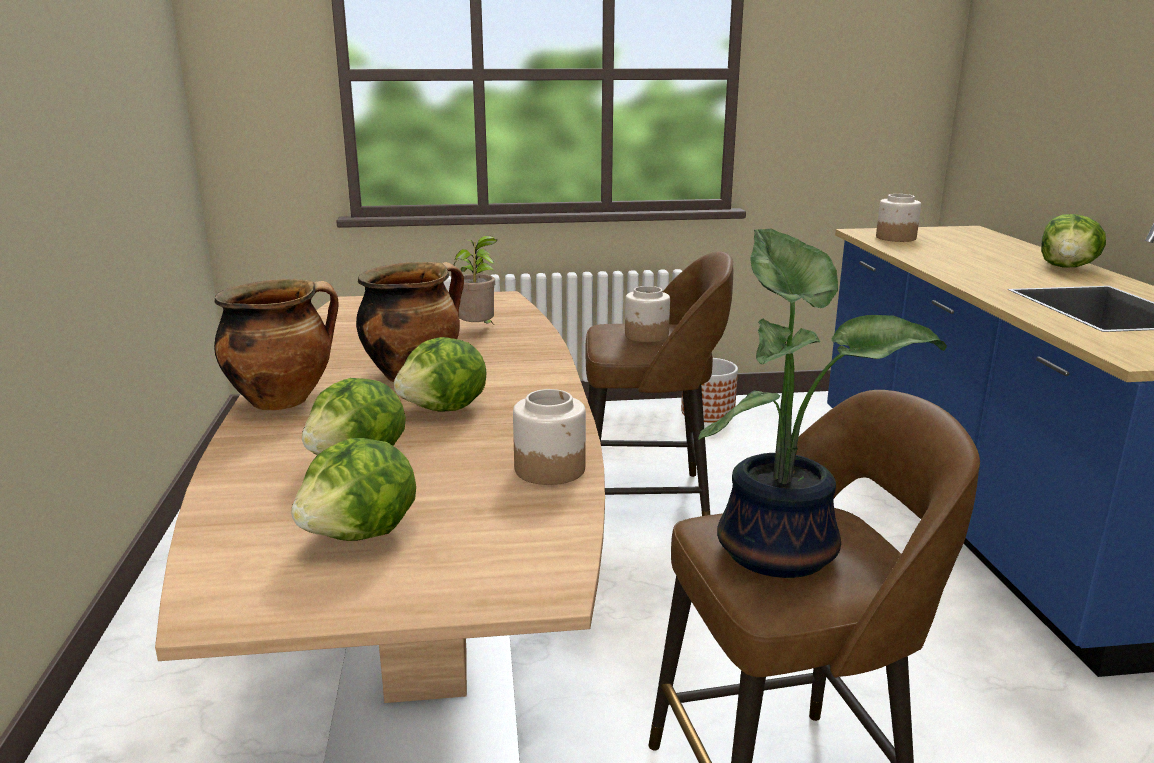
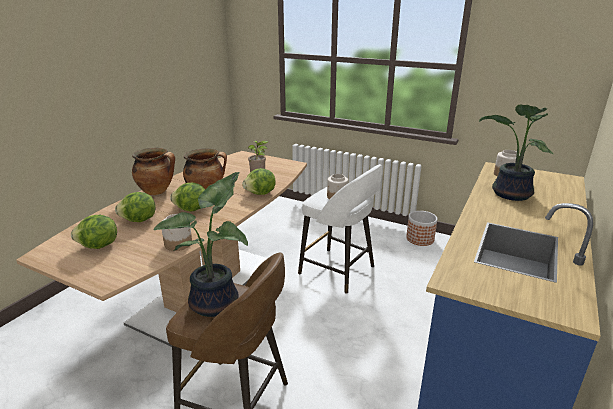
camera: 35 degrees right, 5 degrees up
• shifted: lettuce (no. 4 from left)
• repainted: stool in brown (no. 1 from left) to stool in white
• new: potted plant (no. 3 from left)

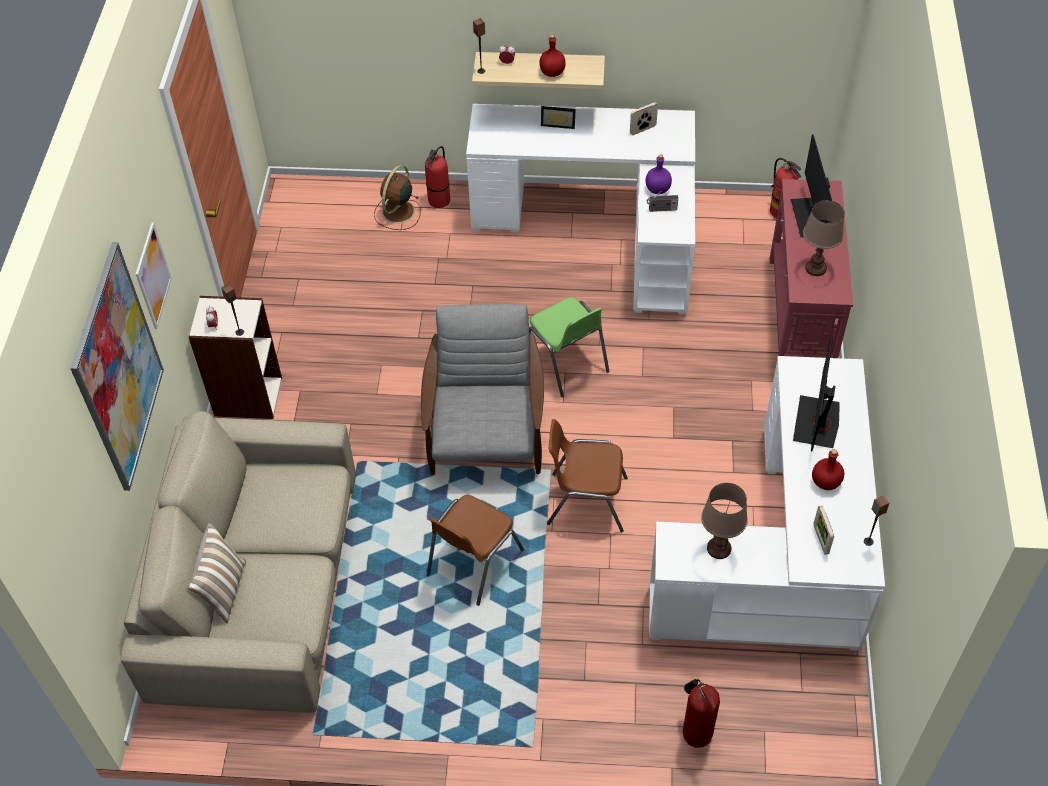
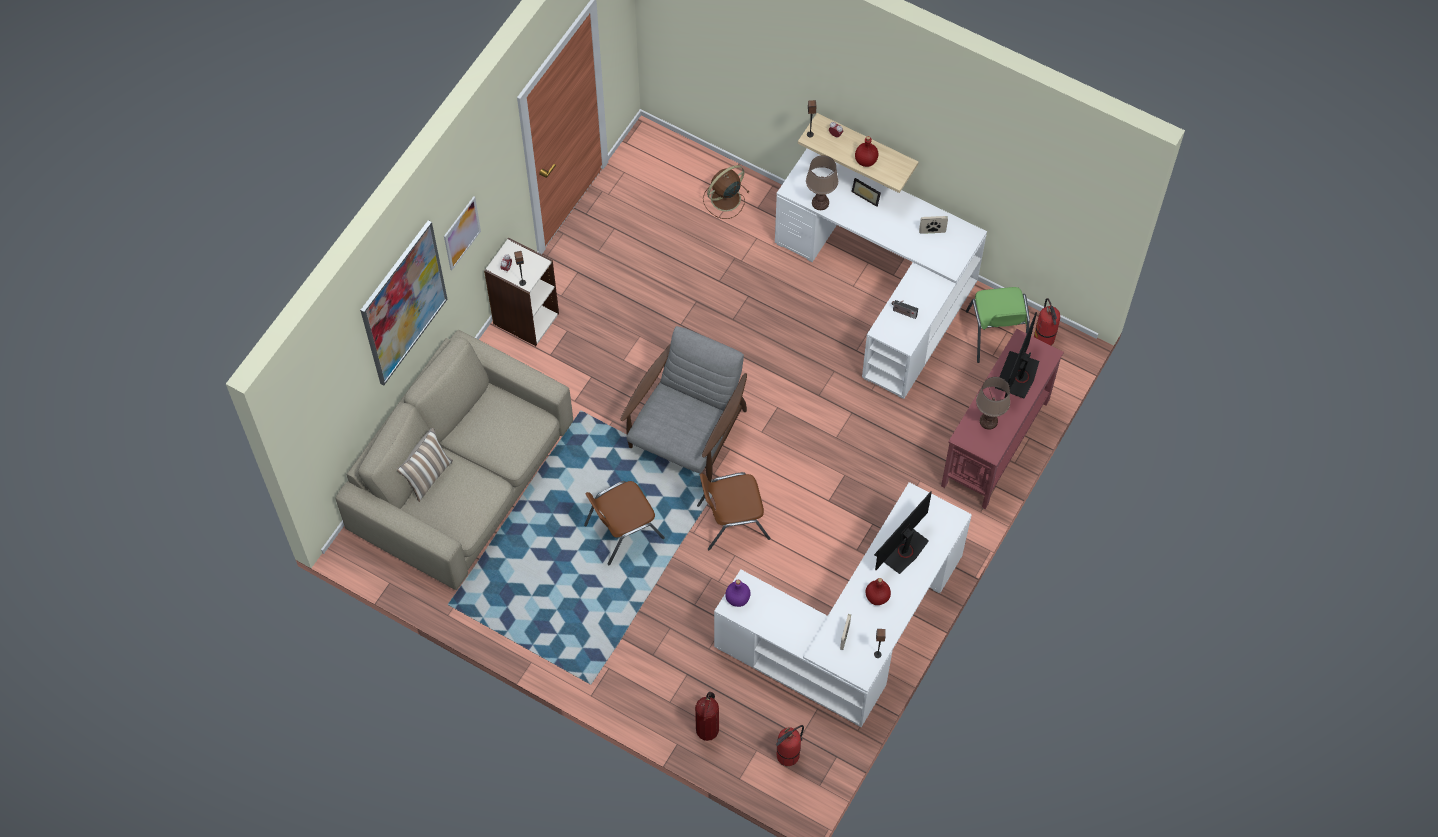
camera: 25 degrees right, 10 degrees up
• shifted: fire extinguisher (no. 1 from left in the first image) to fire extinguisher (no. 2 from left)
• shifted: bottle in purple
• shifted: chair in green
• rotated: chair in brown (no. 2 from left) 45 degrees counterclockwise
• shifted: table lamp in brown (no. 1 from left)

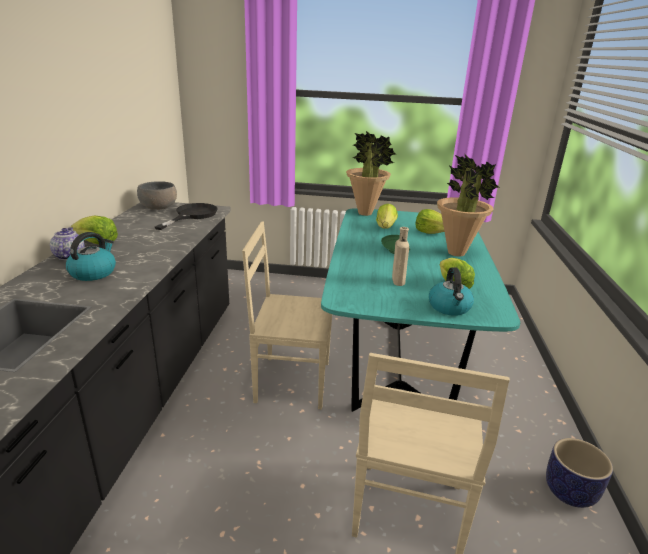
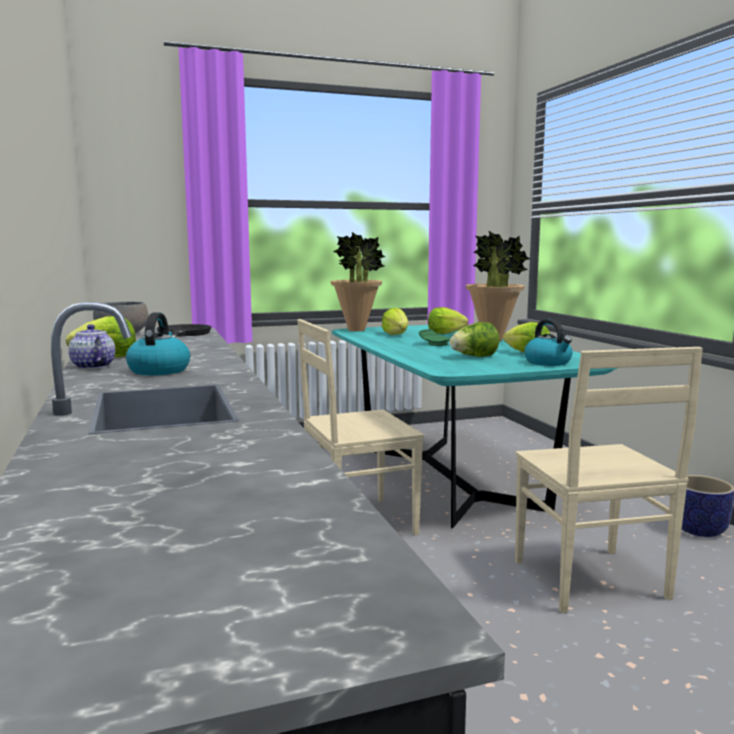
camera: 25 degrees left, 15 degrees down
• swapped: bottle in beige to lettuce (no. 4 from left)

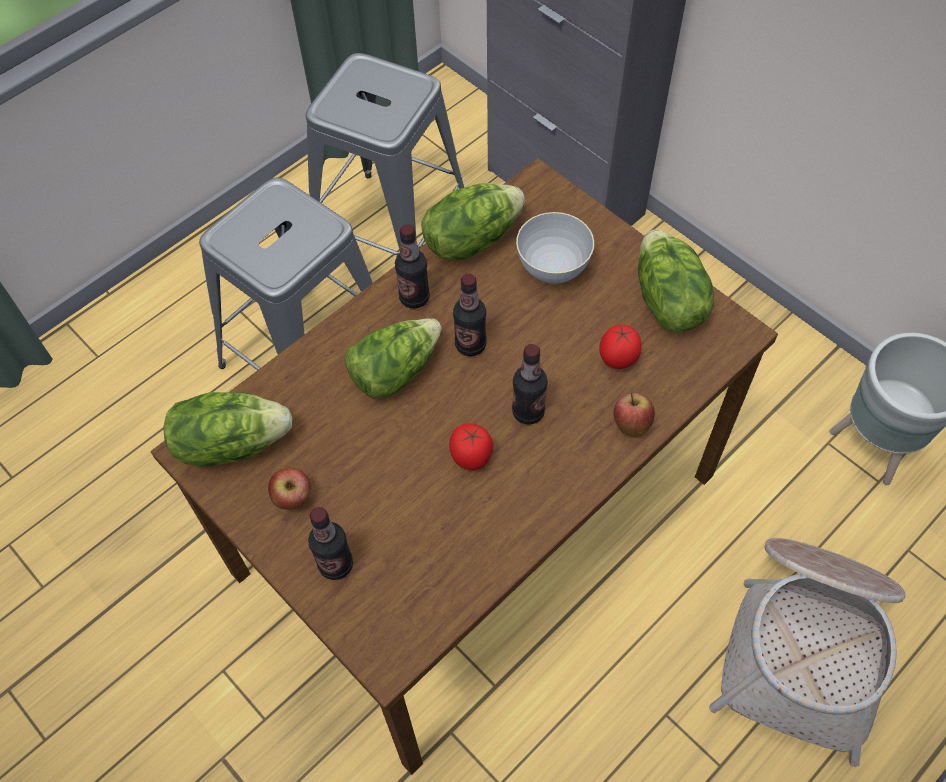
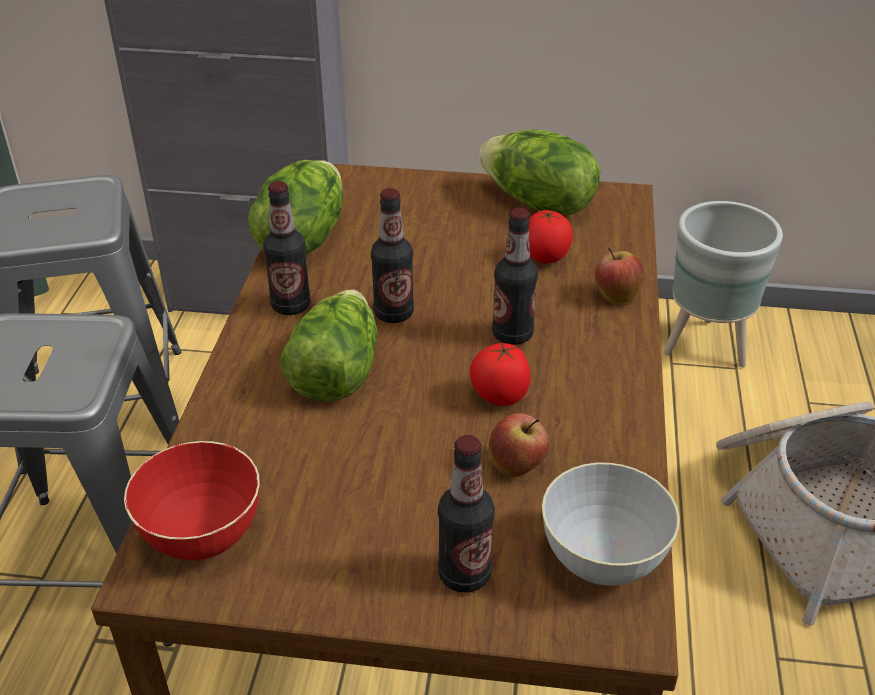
camera: 40 degrees left, 20 degrees down
• shifted: bowl in grey
• swapped: lettuce (no. 1 from left) to bowl in red
• shifted: apple (no. 1 from left)

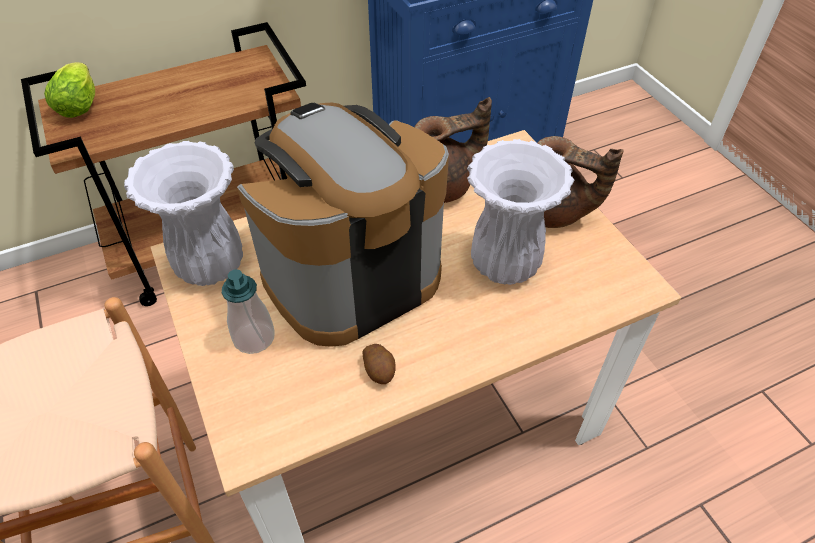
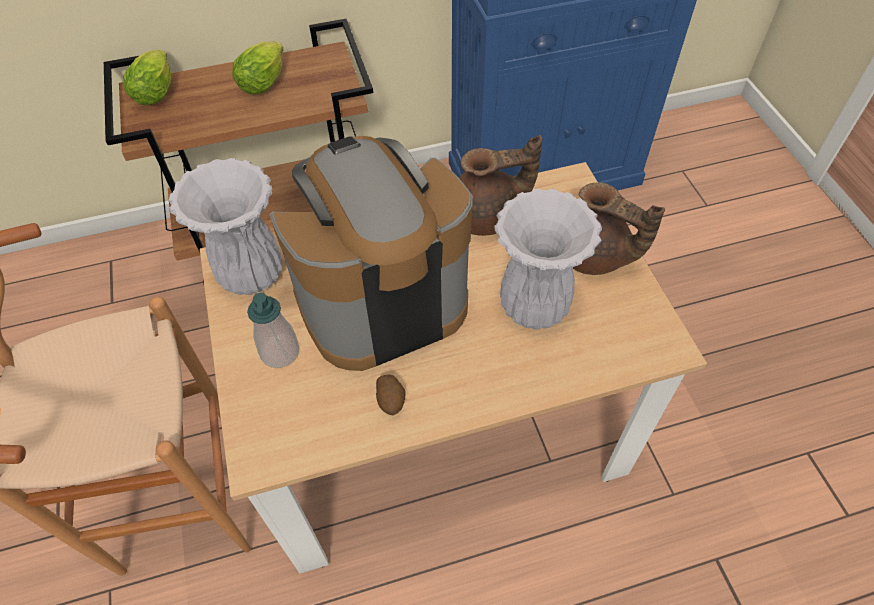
camera: 10 degrees right, 5 degrees up
• new: lettuce (no. 2 from left)

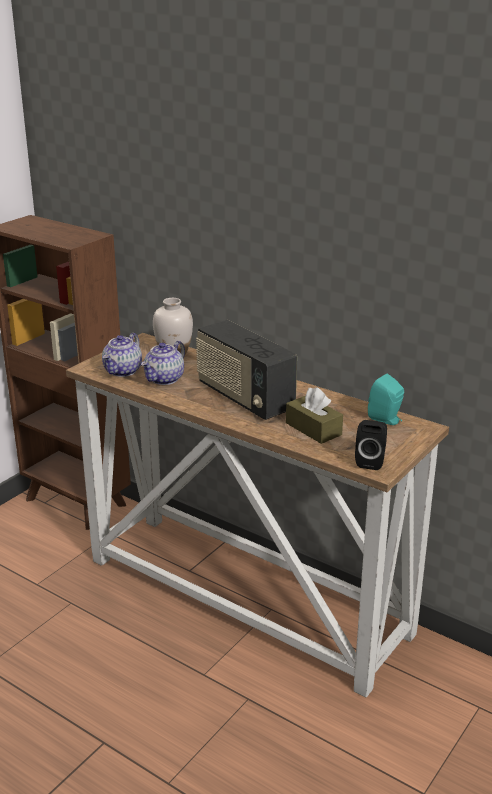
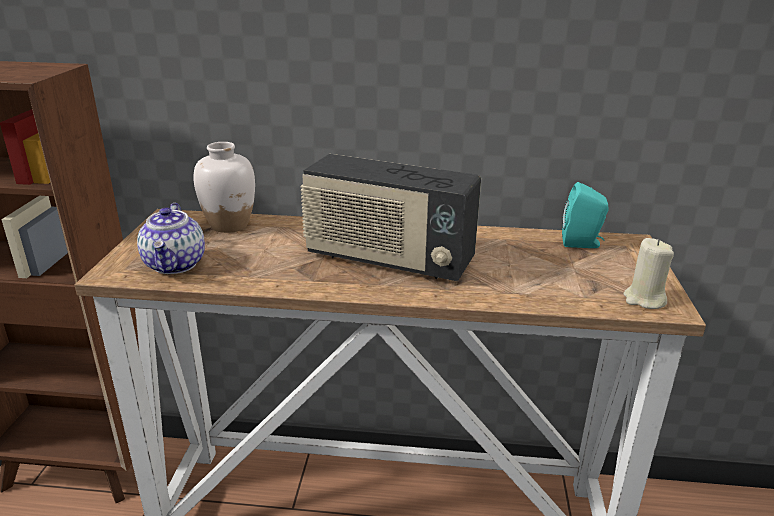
camera: 30 degrees left, 0 degrees up
• gone: teapot (no. 2 from left)
• gone: tissue box in brown
• swapped: speaker in black to candle in beige

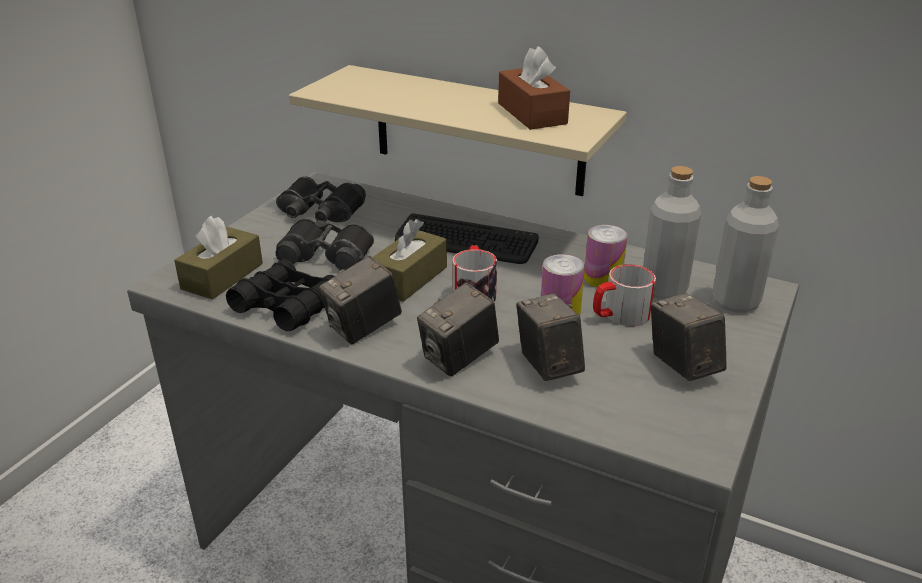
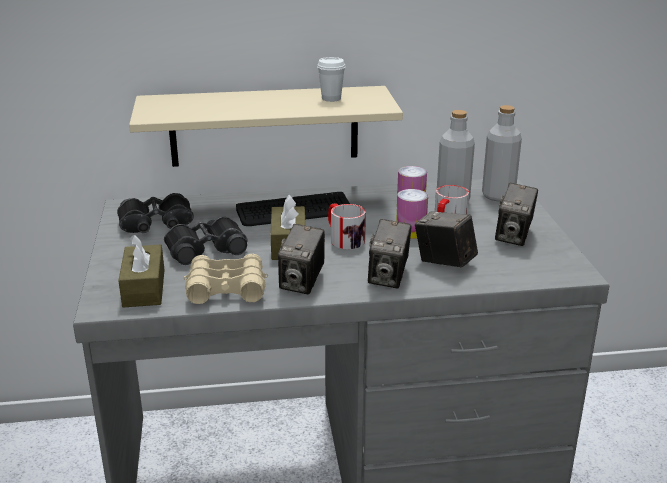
camera: 35 degrees left, 5 degrees down
• swapped: tissue box in brown (no. 3 from left) to cup in white
• repainted: binoculars in black (no. 1 from left) to binoculars in beige
• rotated: photo camera (no. 4 from left) 105 degrees counterclockwise

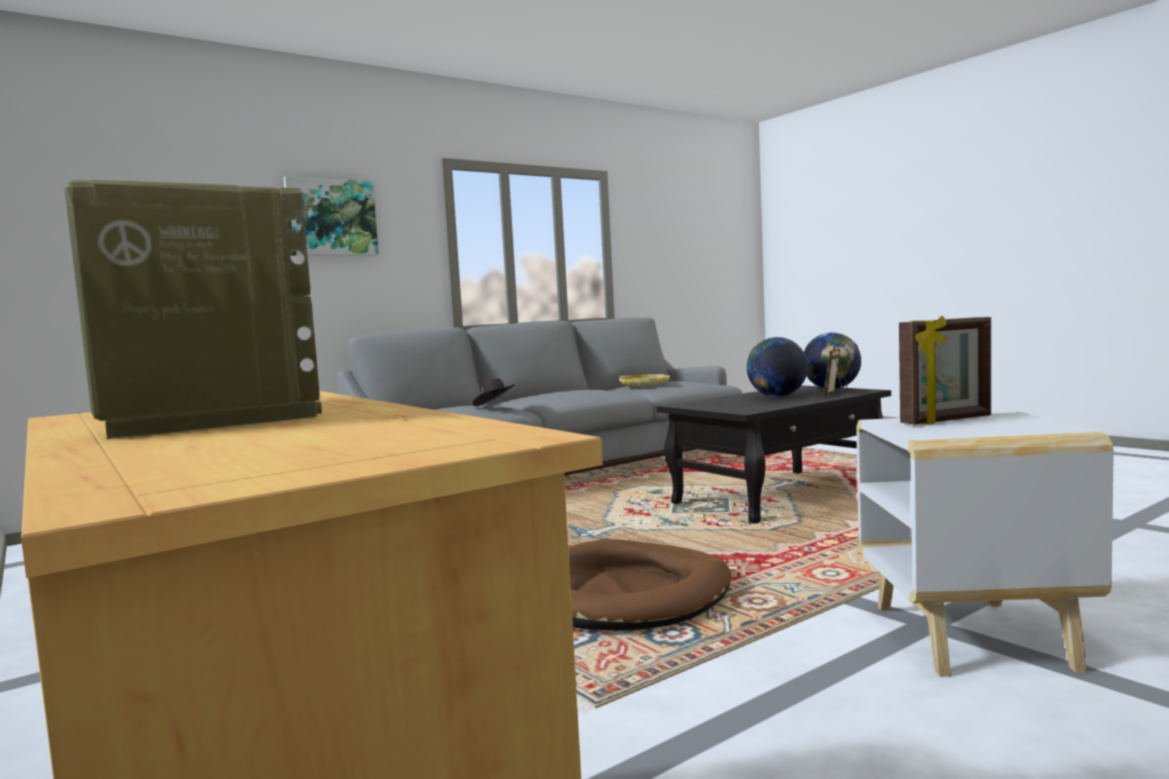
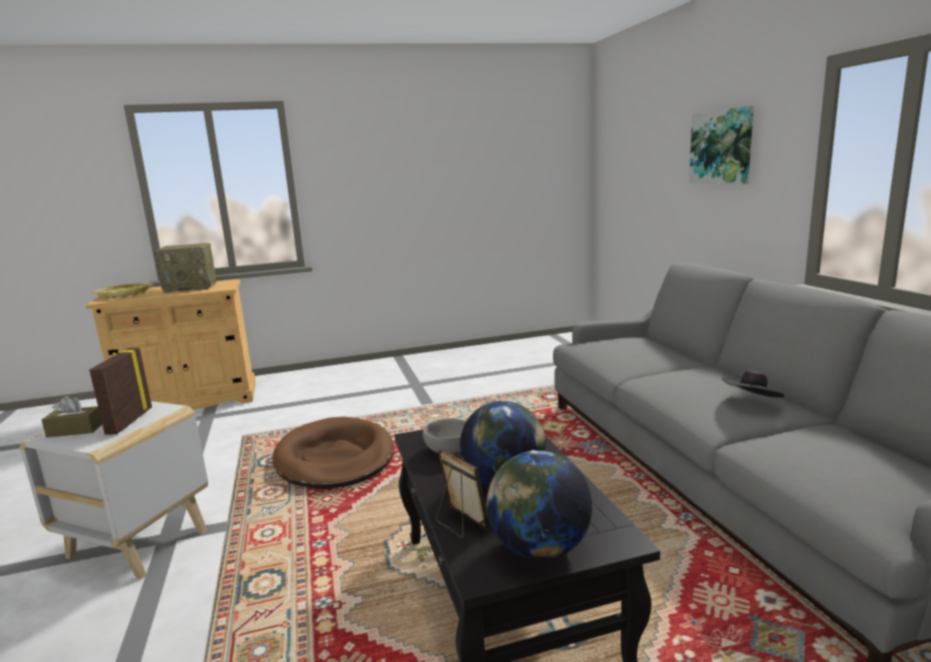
camera: 110 degrees right, 10 degrees up
• shifted: tray in yellow
• shifted: hat in black
• new: tissue box in brown
• new: bowl in grey

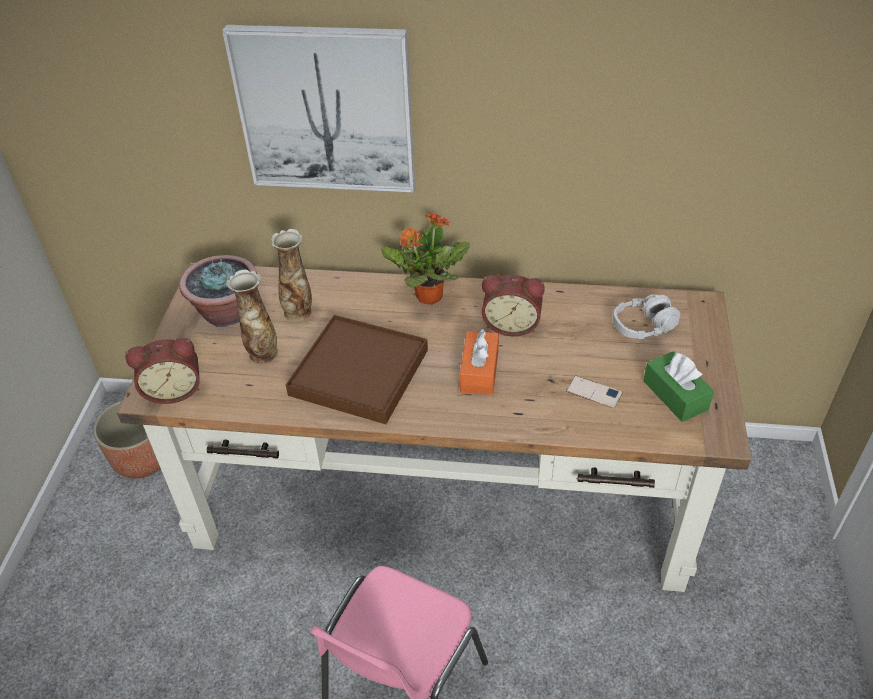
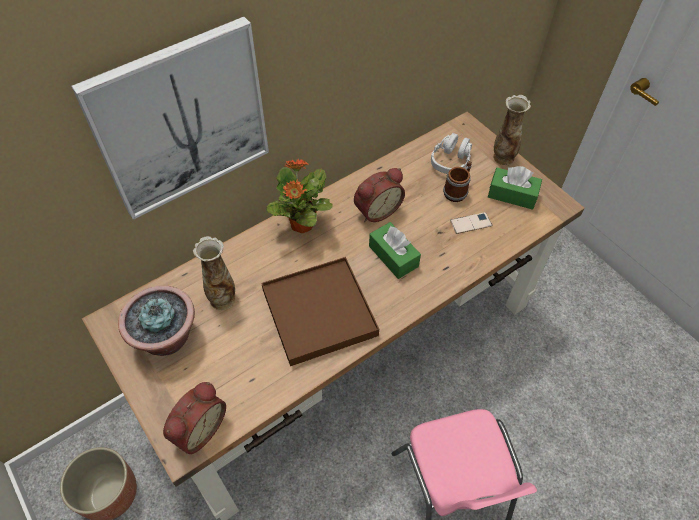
camera: 45 degrees left, 10 degrees up
• shifted: vase (no. 1 from left in the first image) to vase (no. 2 from left)
• repainted: tissue box in orange to tissue box in green (no. 1 from left)
• new: mug

